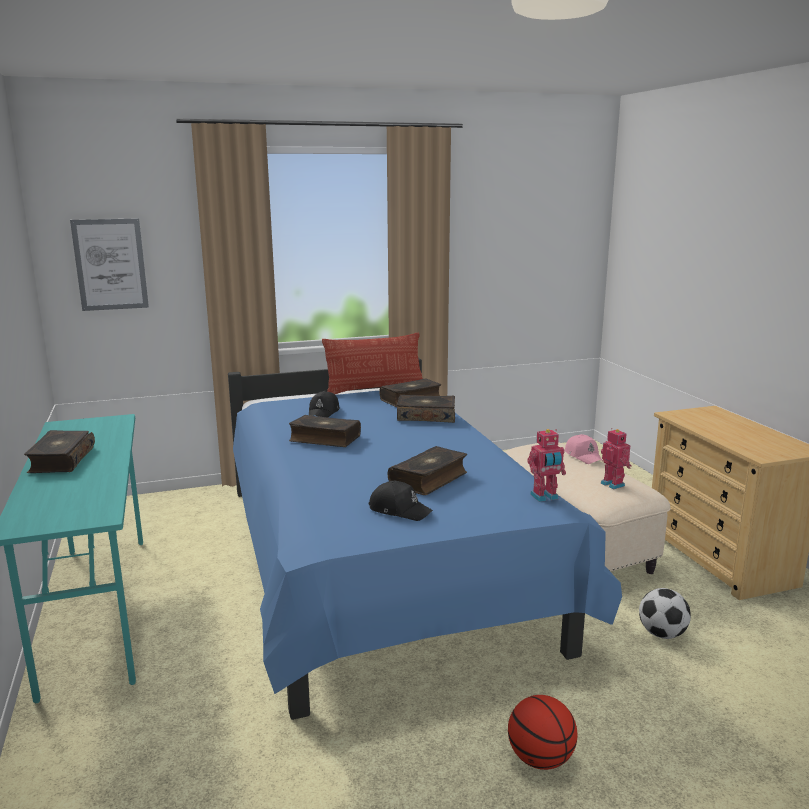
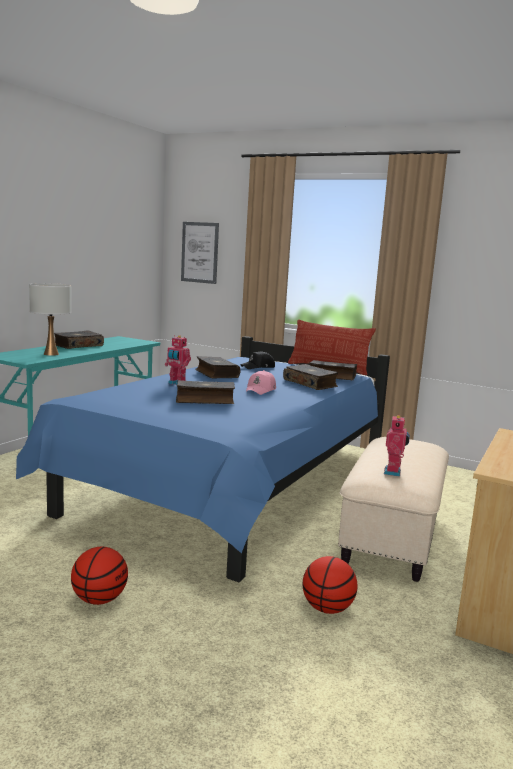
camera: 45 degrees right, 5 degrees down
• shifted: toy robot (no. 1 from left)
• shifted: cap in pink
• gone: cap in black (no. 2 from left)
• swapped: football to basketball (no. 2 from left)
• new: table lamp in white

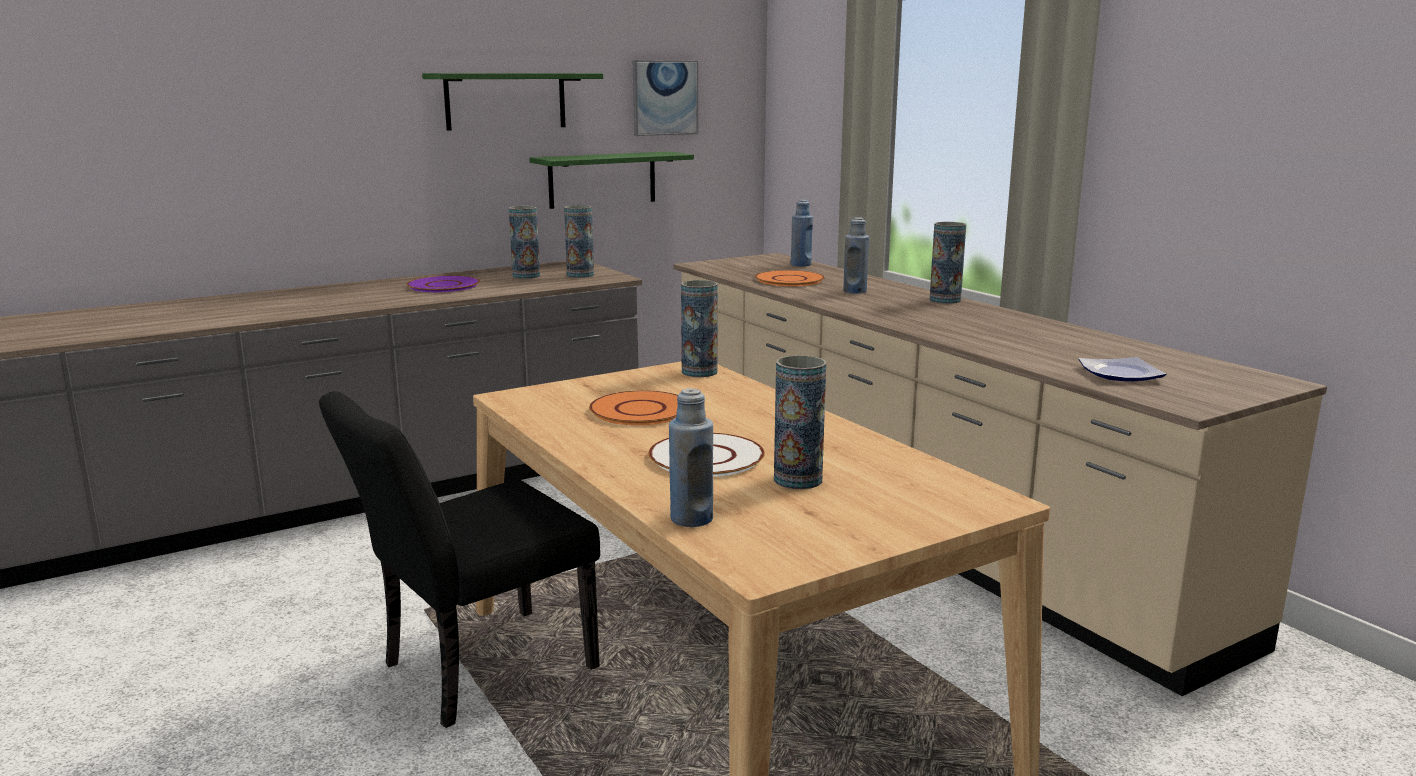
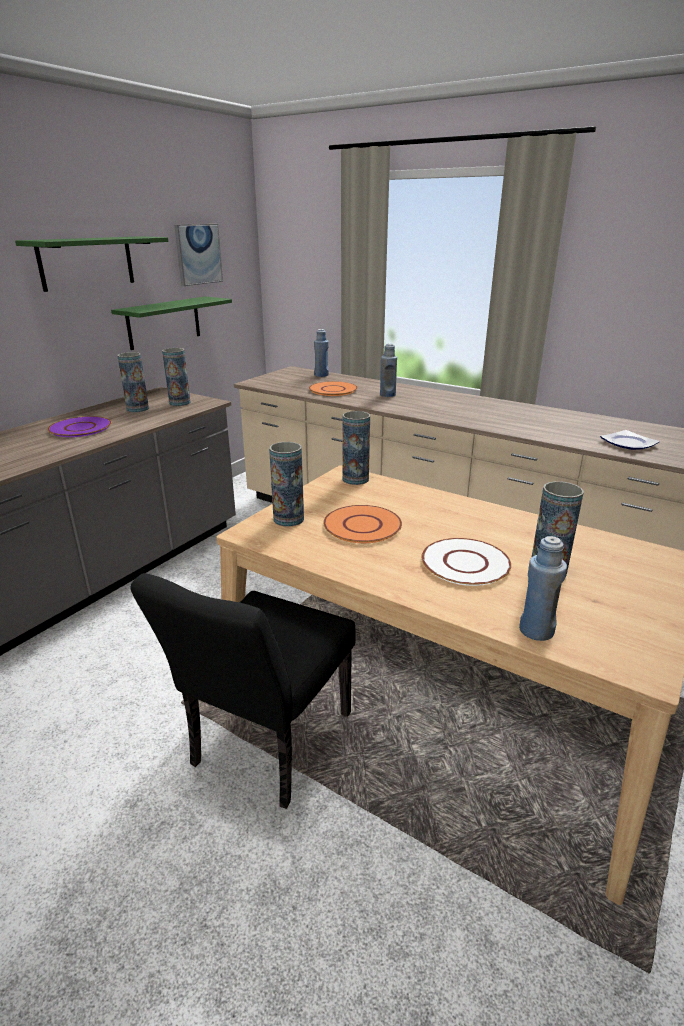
camera: 25 degrees left, 10 degrees up
• shifted: vase (no. 5 from left in the first image) to vase (no. 3 from left)

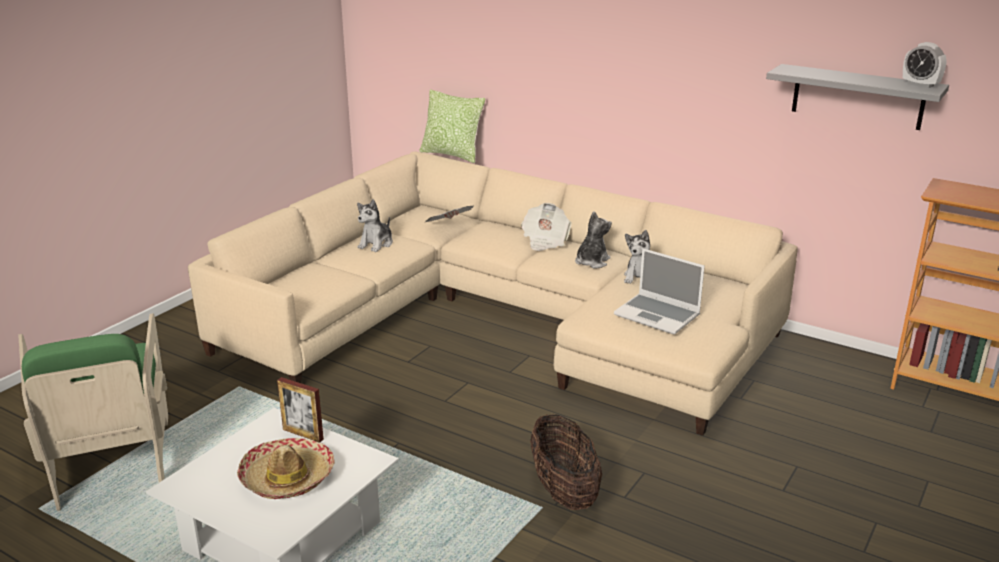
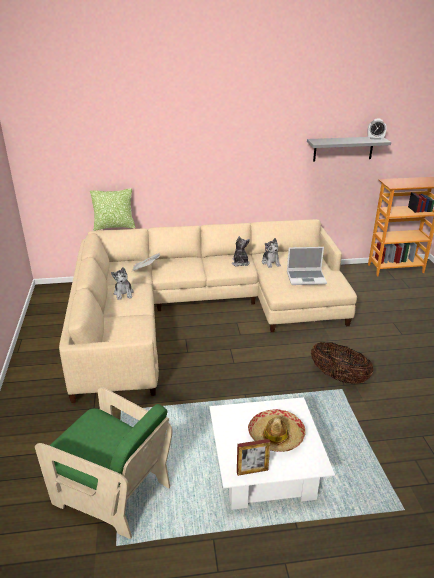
camera: 40 degrees left, 5 degrees up
• gone: newspaper (no. 2 from left)
• shifted: picture frame

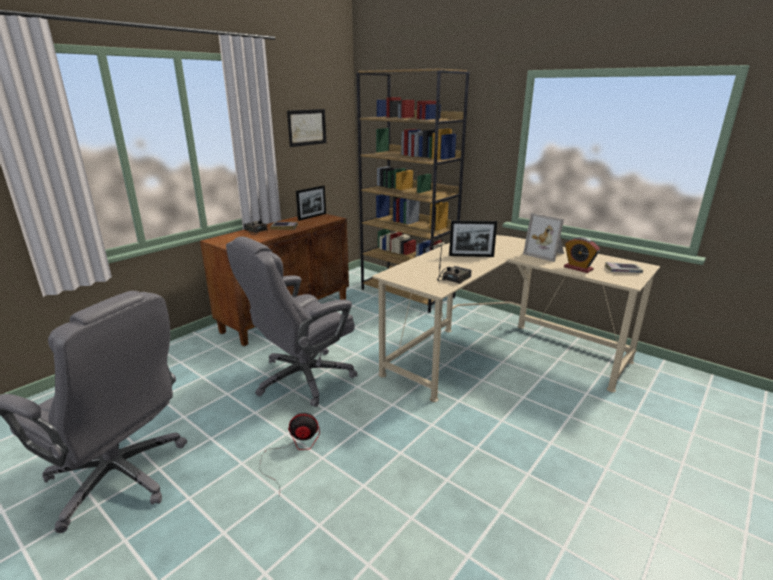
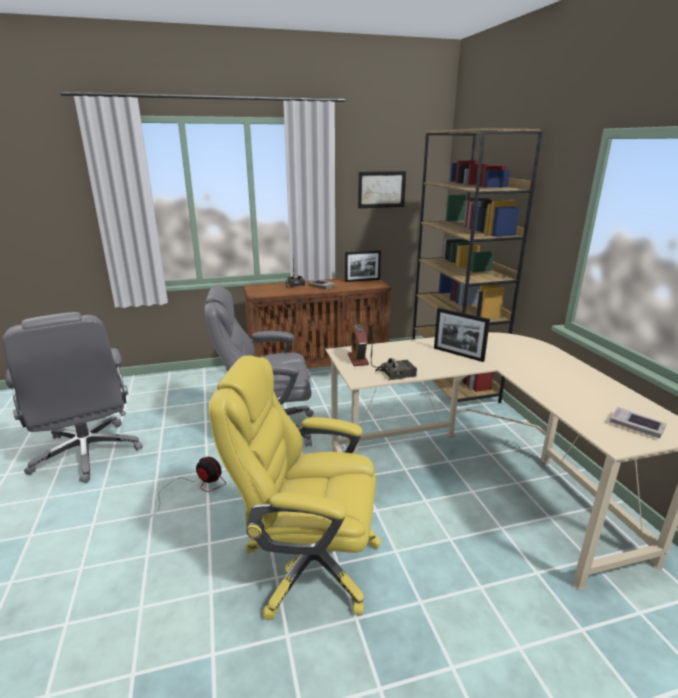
camera: 35 degrees right, 0 degrees up
• gone: picture frame (no. 3 from left)
• shifted: alarm clock
• new: office chair in yellow

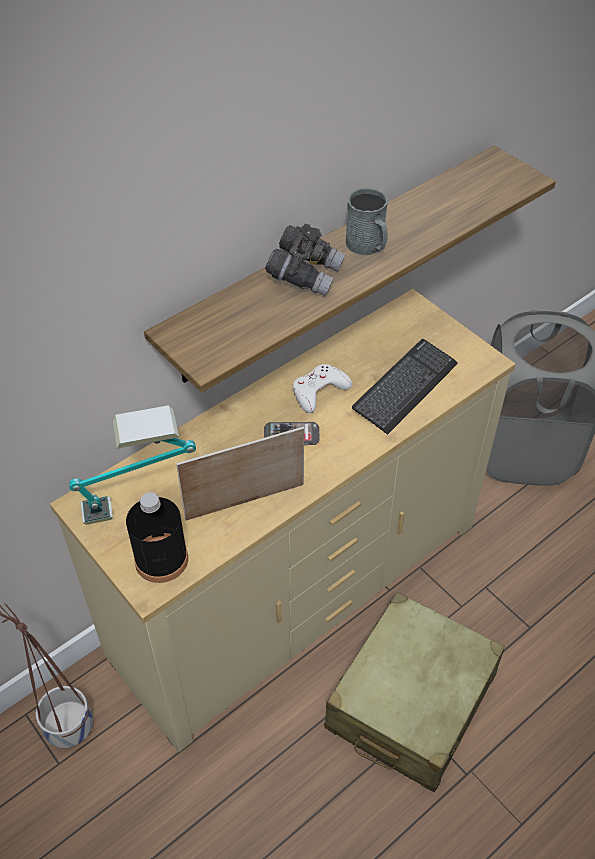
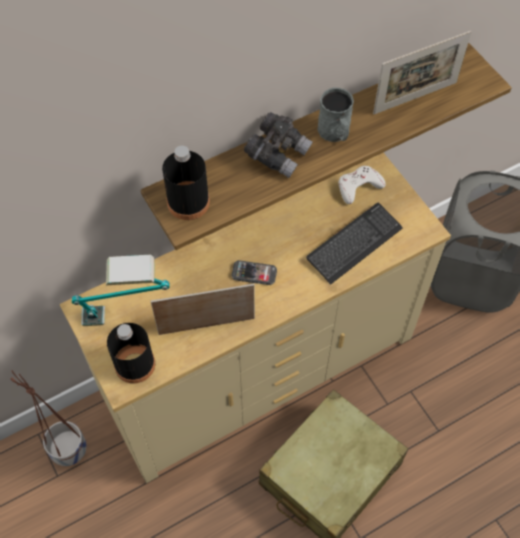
camera: 10 degrees right, 10 degrees up
• shifted: game controller in white
• new: picture frame (no. 2 from left)
• new: bottle in black (no. 2 from left)

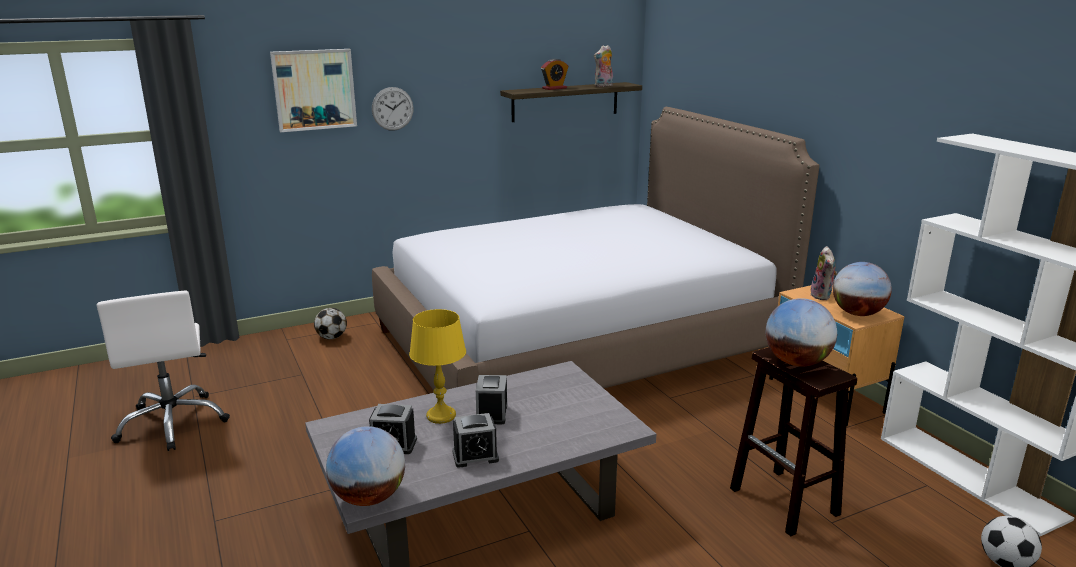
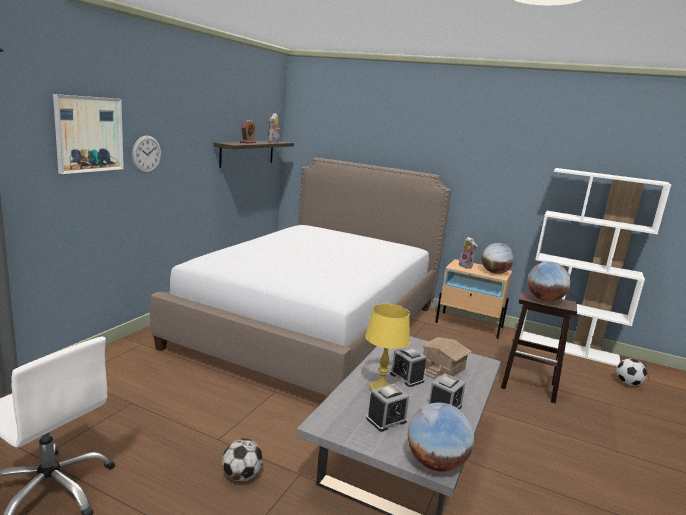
camera: 40 degrees left, 5 degrees down
• shifted: football (no. 1 from left)
• new: toy house

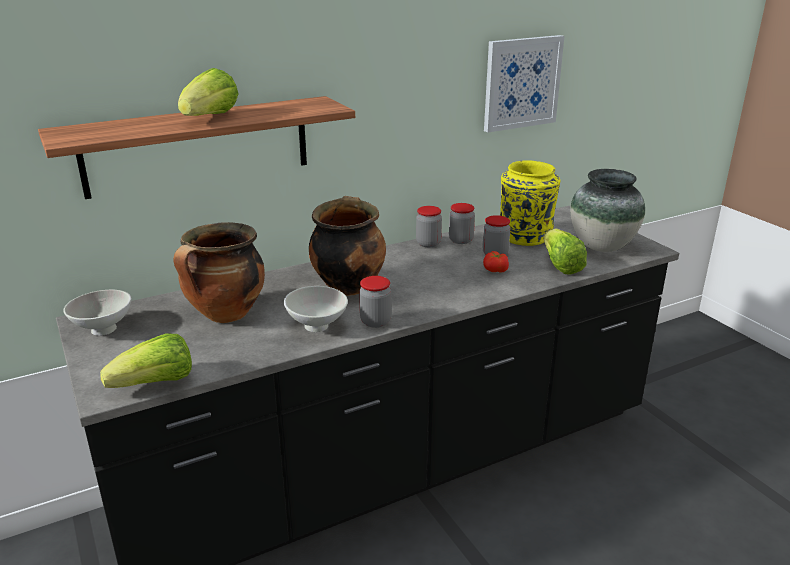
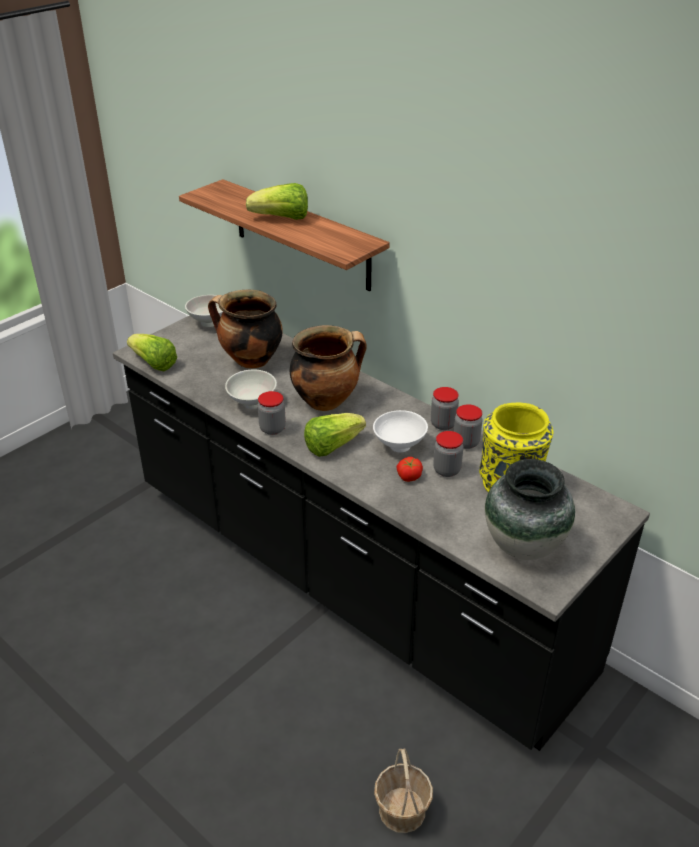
camera: 70 degrees right, 10 degrees up
• gone: picture
• shifted: lettuce (no. 3 from left)
• new: bowl in white (no. 3 from left)
• new: basket

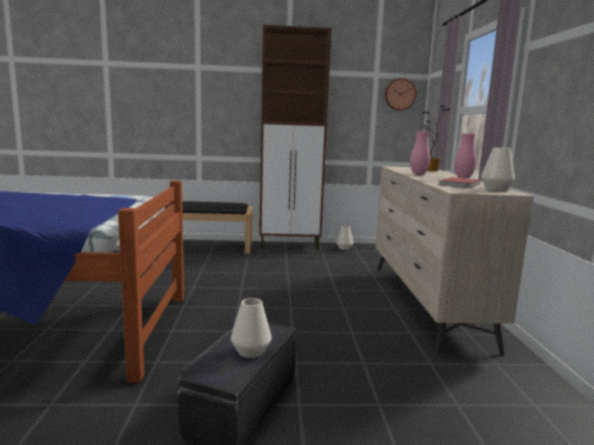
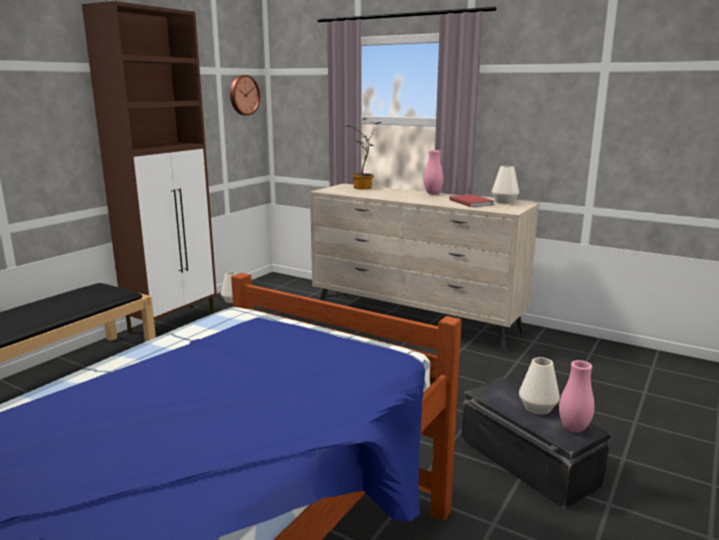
camera: 55 degrees left, 5 degrees up
• shifted: vase in pink (no. 1 from left in the first image) to vase in pink (no. 2 from left)

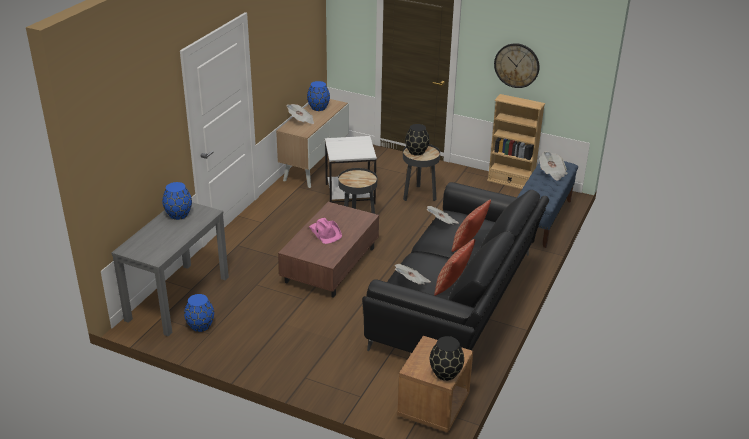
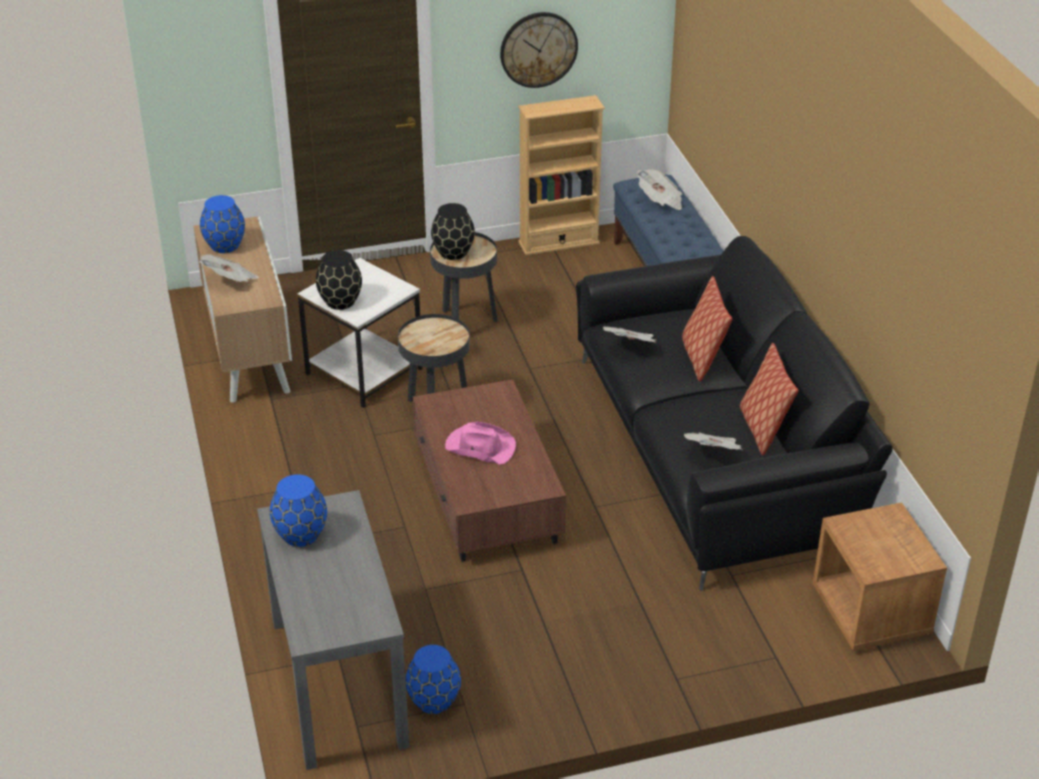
camera: 40 degrees left, 5 degrees up
• shifted: vase in black (no. 2 from left in the first image) to vase in black (no. 1 from left)

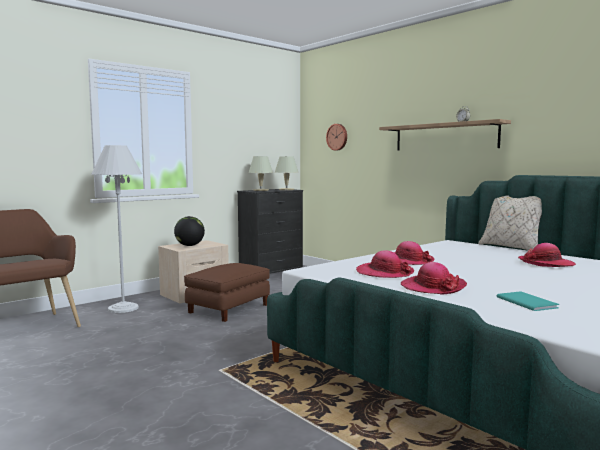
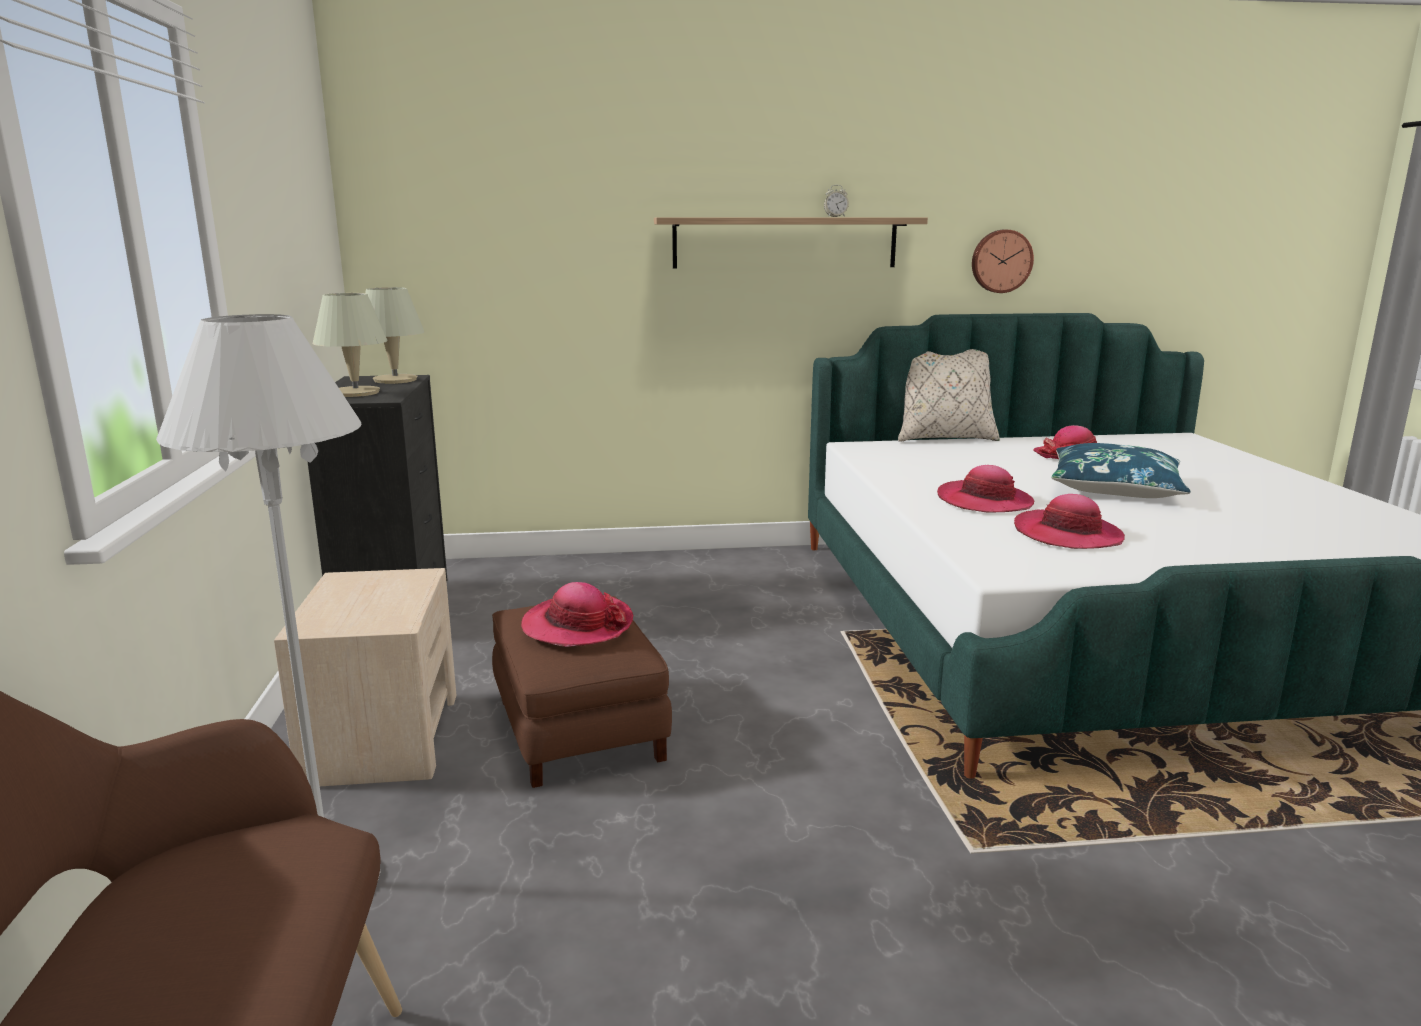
camera: 55 degrees left, 10 degrees up
• shifted: wall clock
• gone: globe
• shifted: hat (no. 3 from left in the first image) to hat (no. 1 from left)
• gone: book in turquoise
• new: pillow in blue

